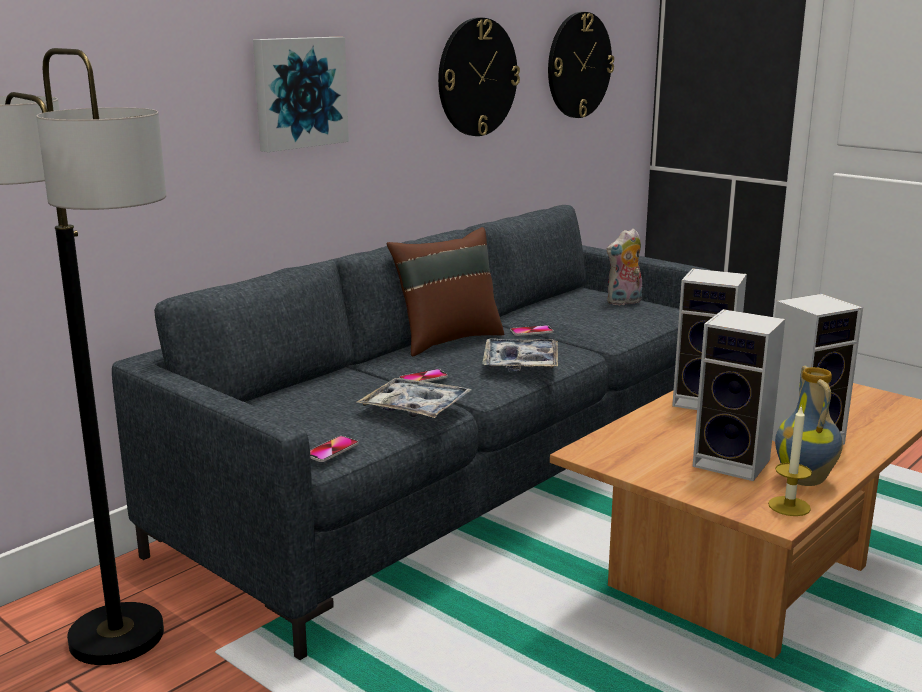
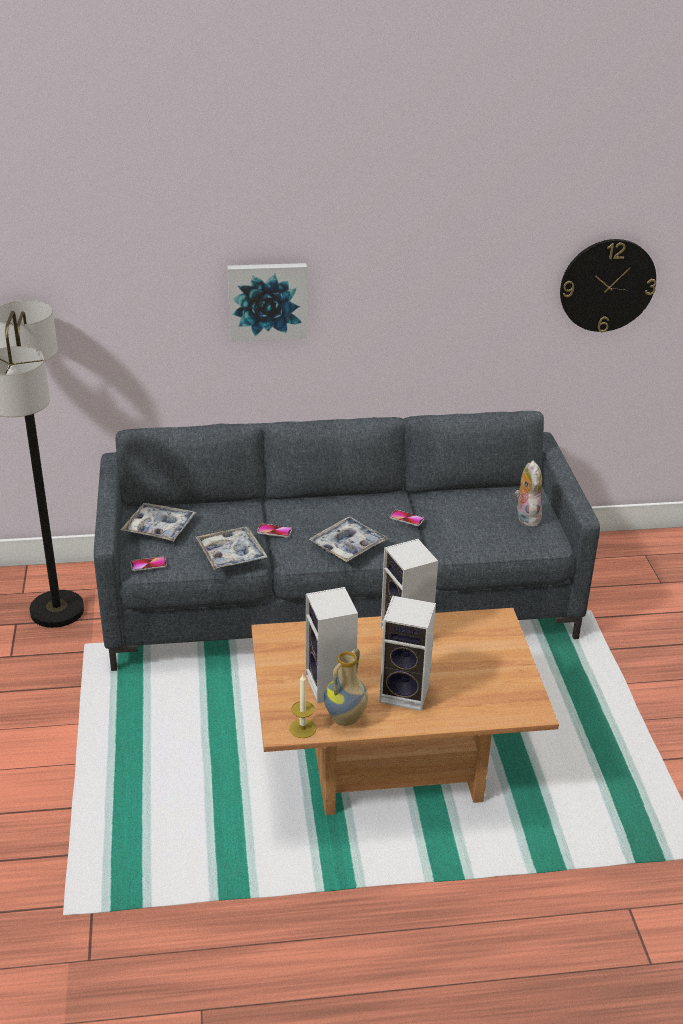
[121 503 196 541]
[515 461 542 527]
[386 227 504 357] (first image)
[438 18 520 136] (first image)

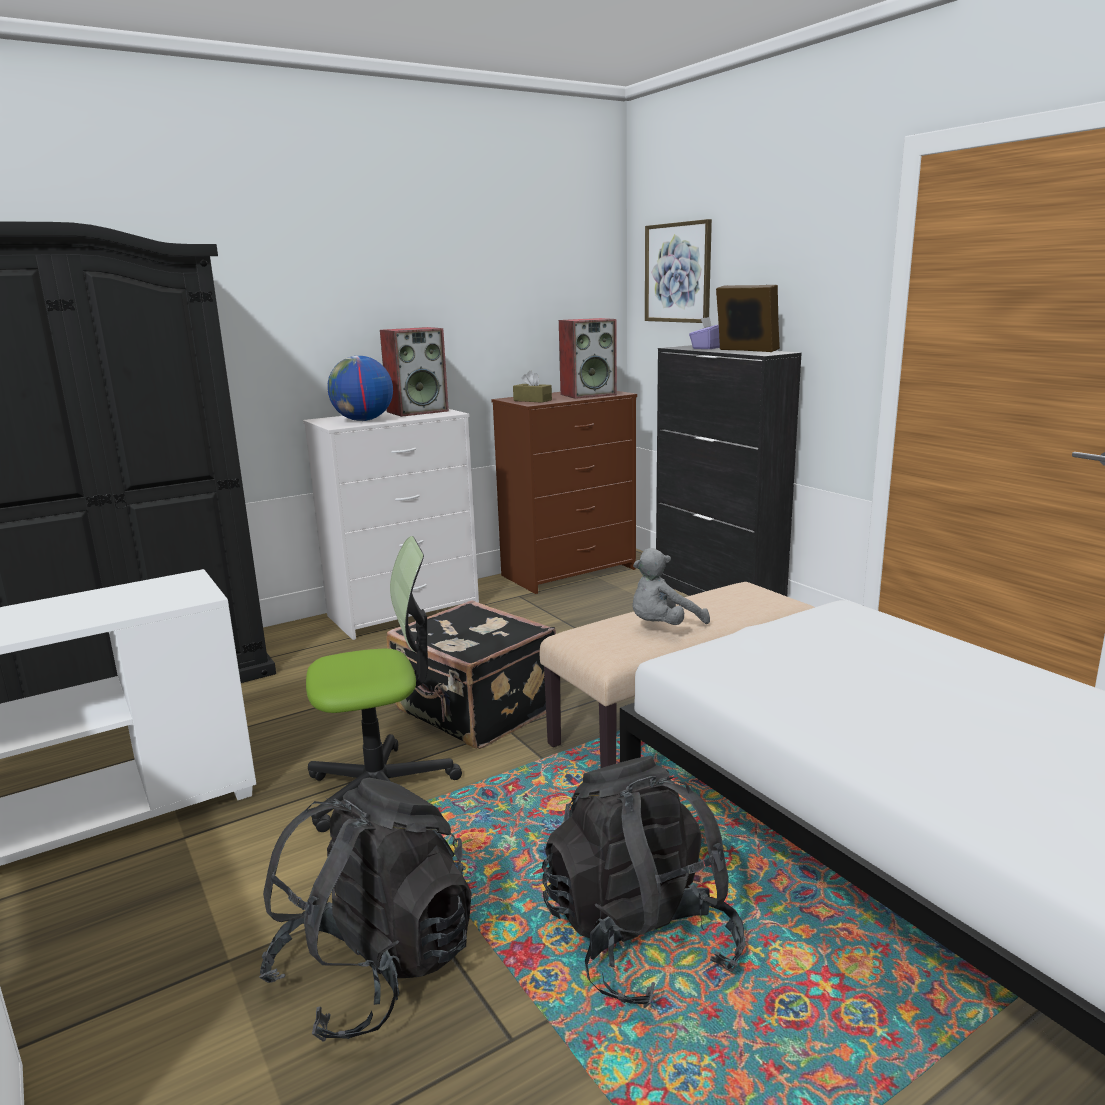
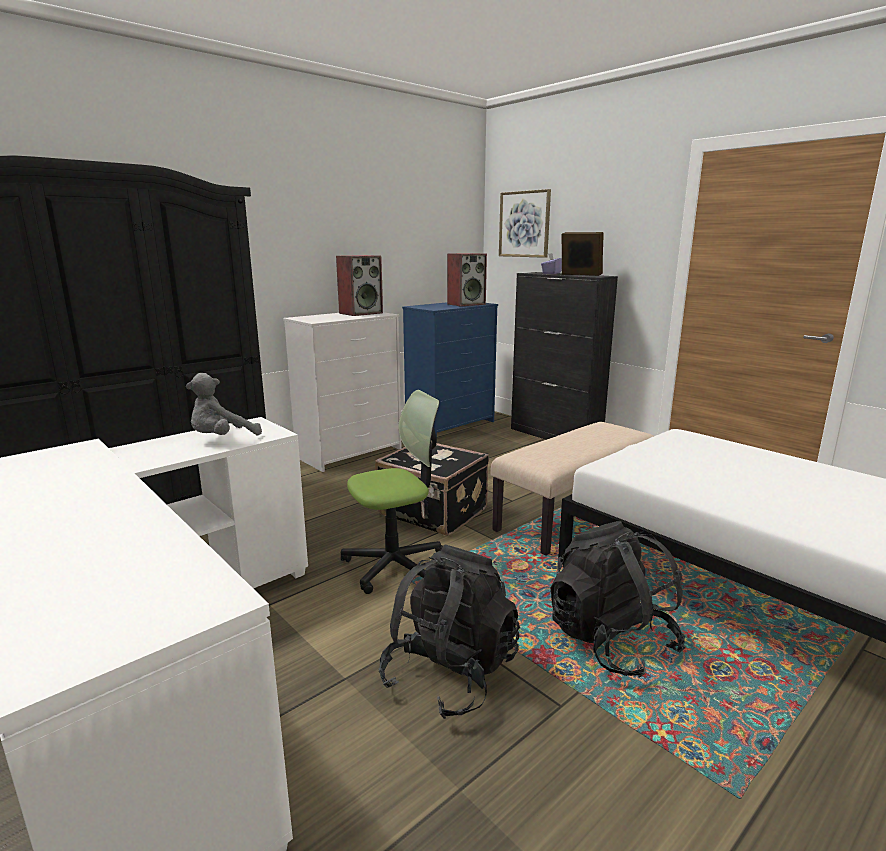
[186 373 262 435]
[402 302 498 437]
[327 356 393 421] (first image)
[513 371 552 403] (first image)

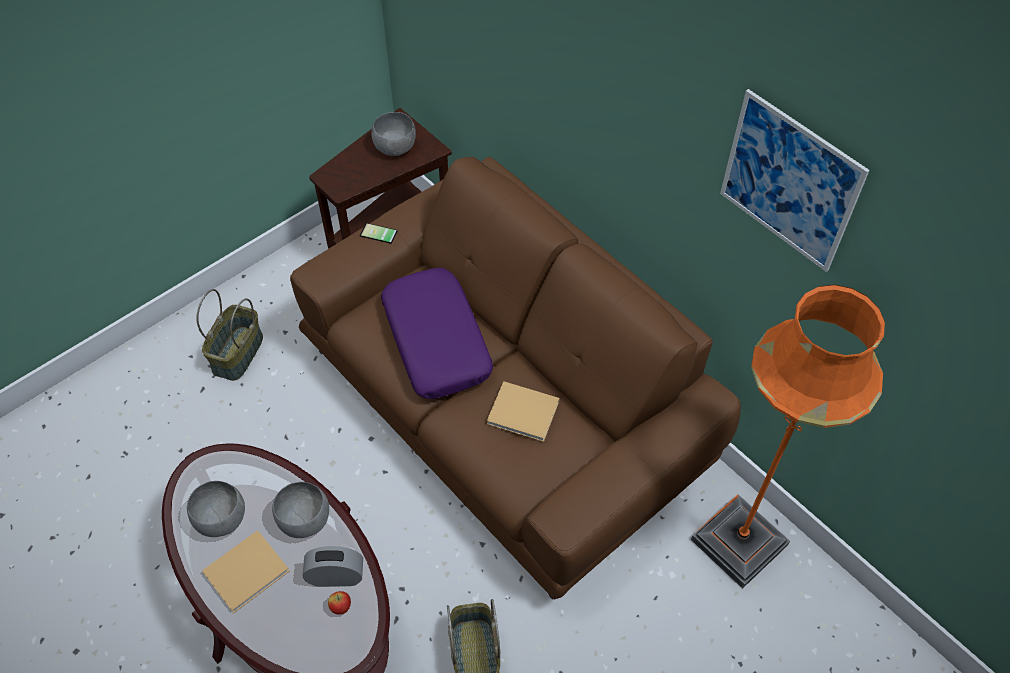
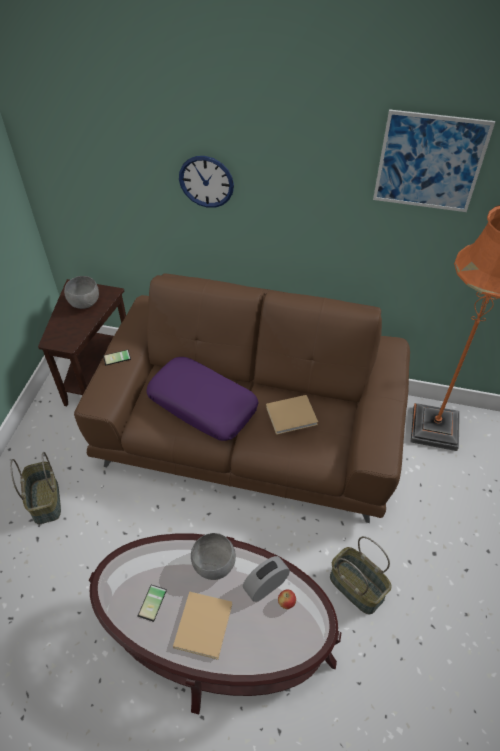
[138 585 167 622]
[179 156 234 208]

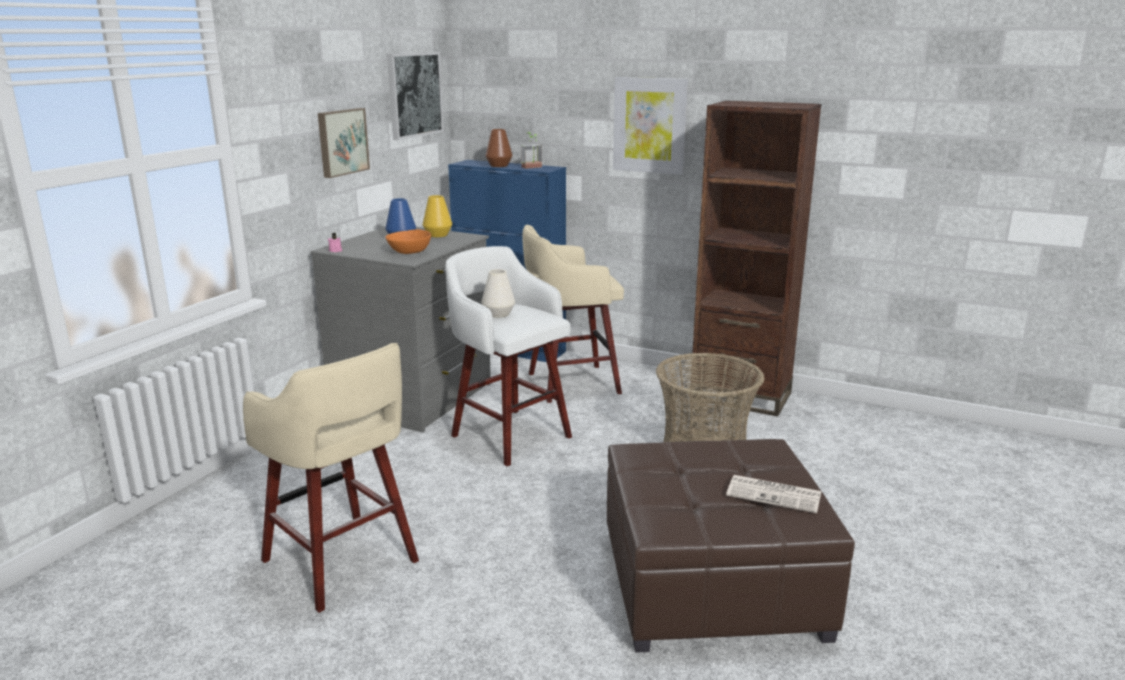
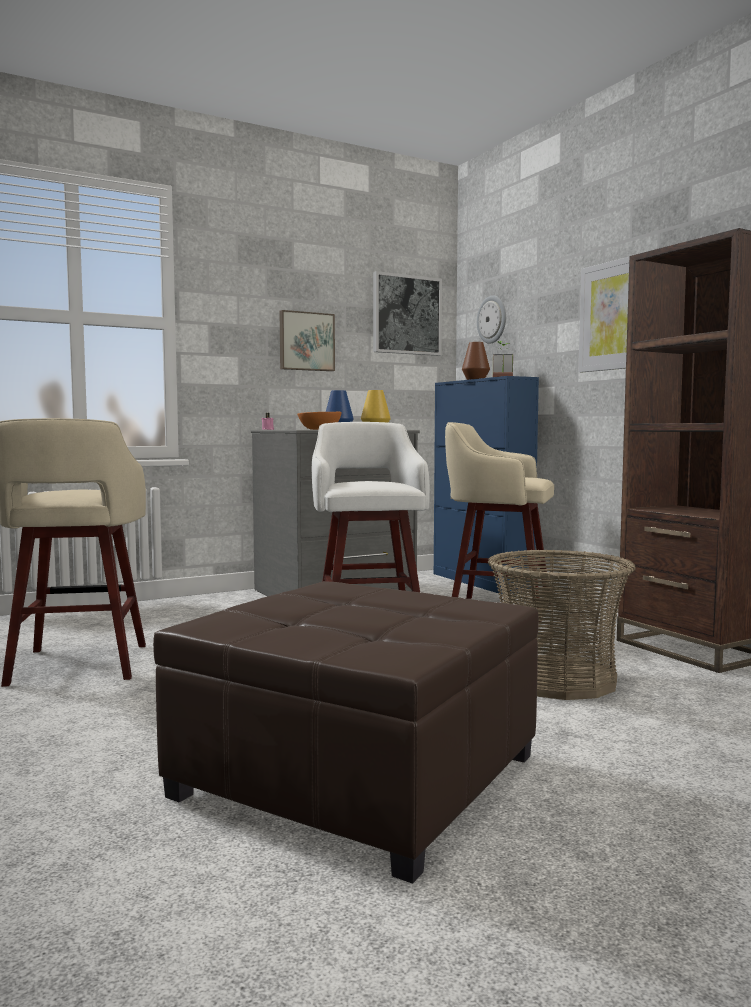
[477 295 506 344]
[482 269 515 318] (first image)
[726 475 821 513] (first image)

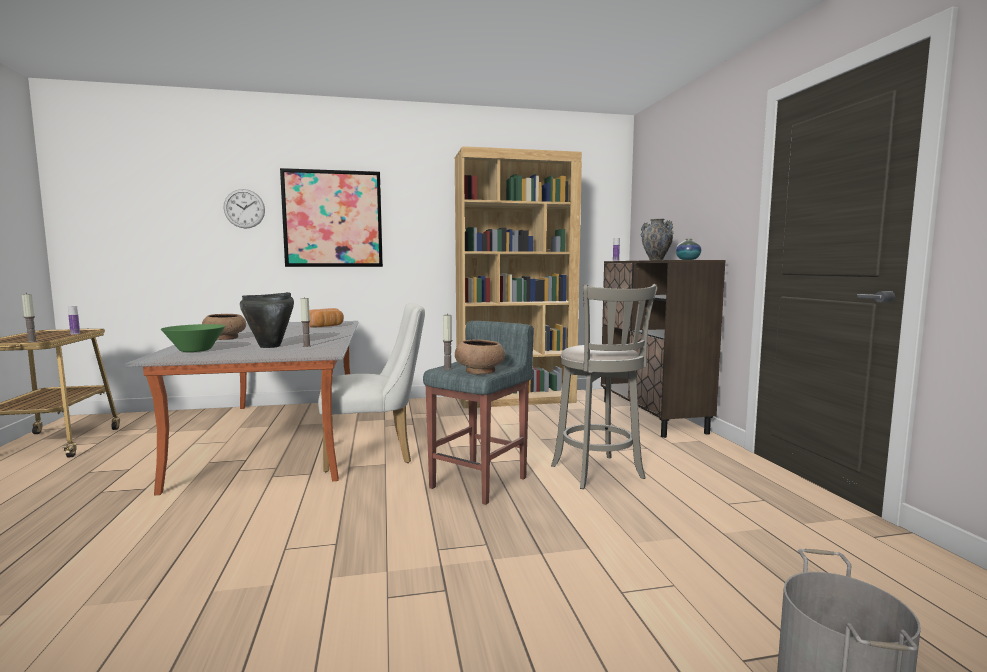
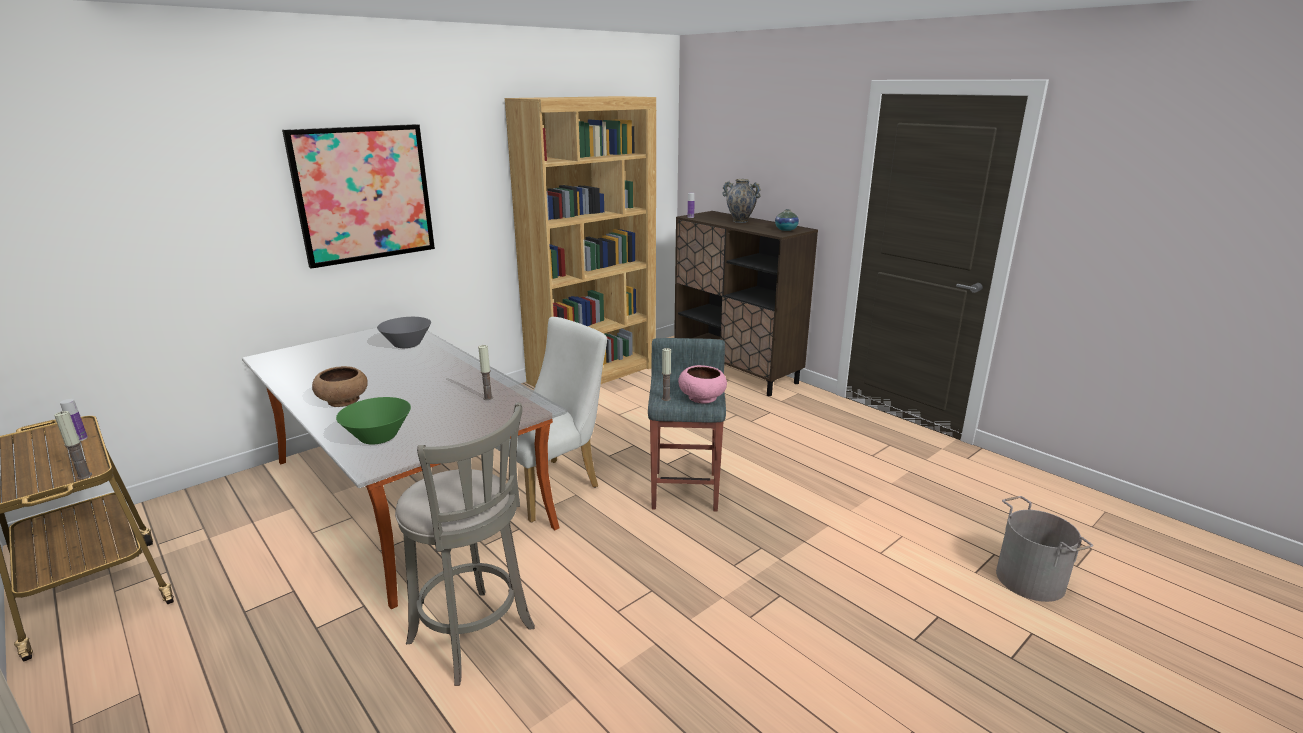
[377 317 431 348]
[395 402 535 686]
[678 365 727 404]
[223 189 265 229] (first image)
[240 292 294 348] (first image)

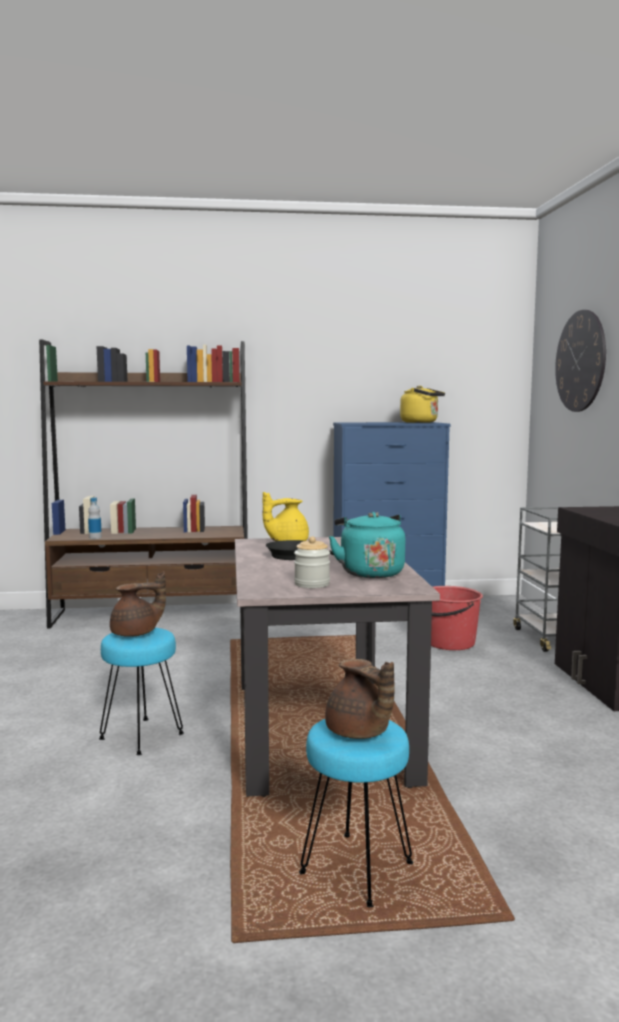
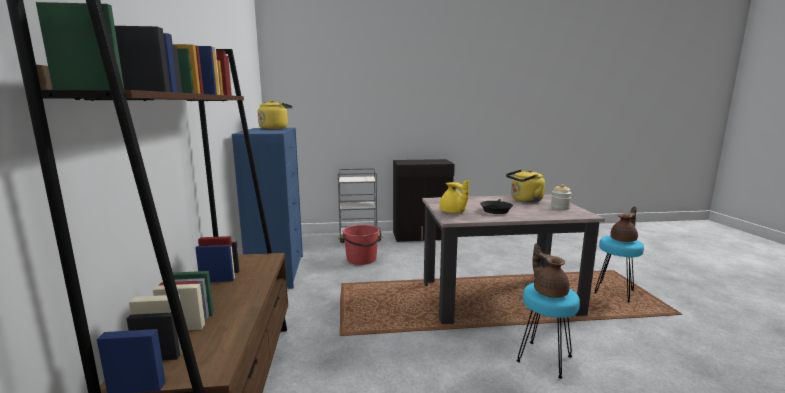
[506 170 545 202]
[88 497 102 539] (first image)
[555 310 606 412] (first image)

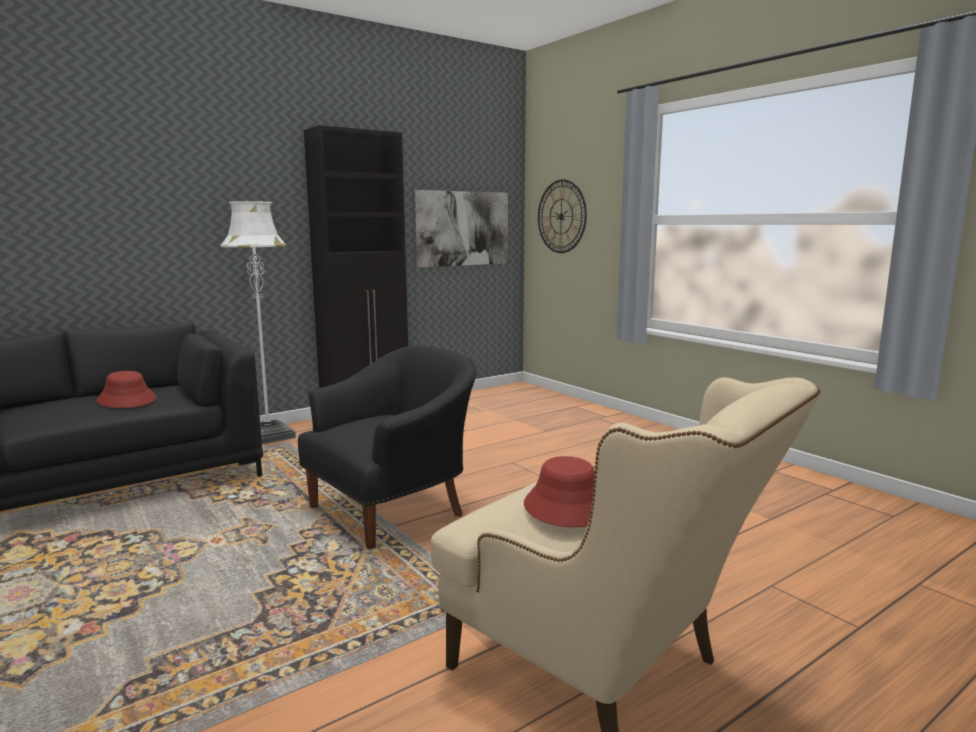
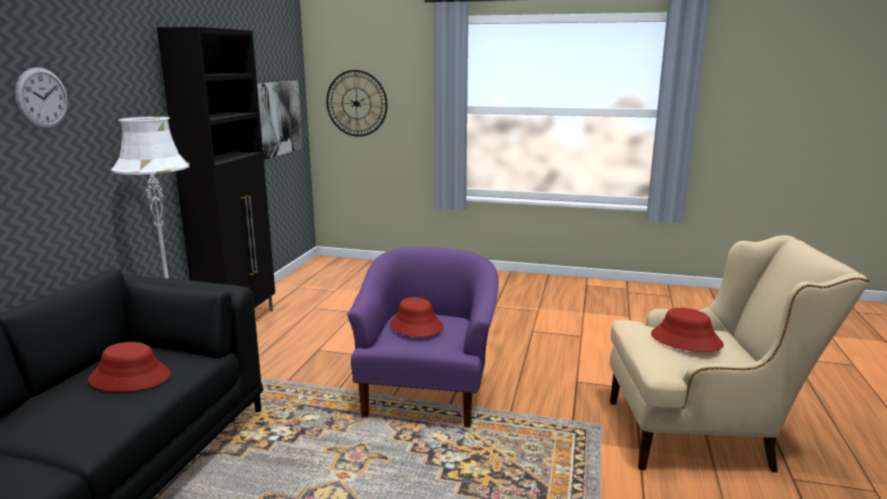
[15 67 68 129]
[347 247 499 427]
[390 297 443 337]

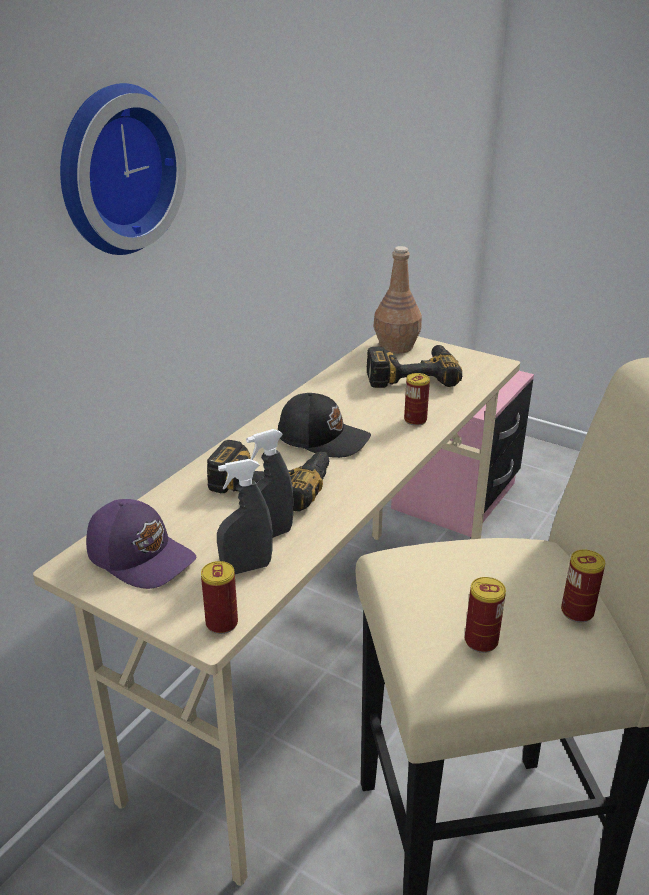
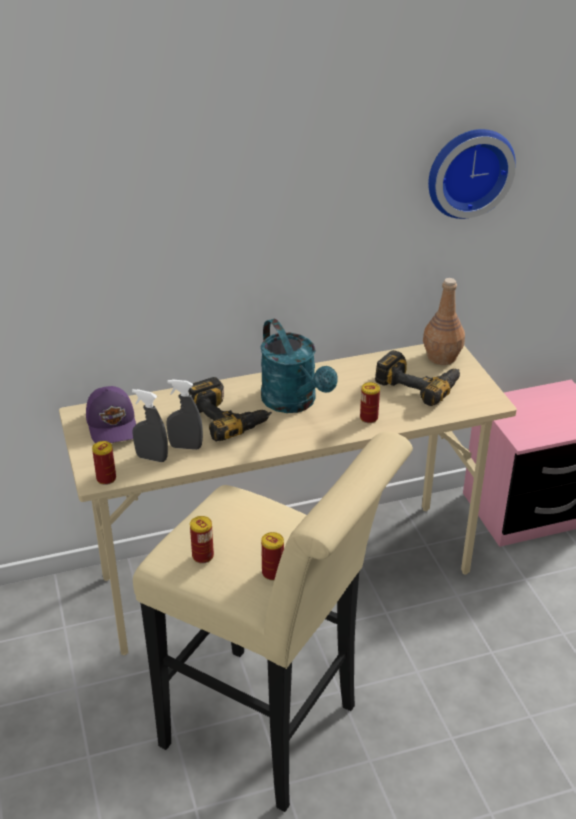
[260 319 338 413]
[428 129 516 219]

